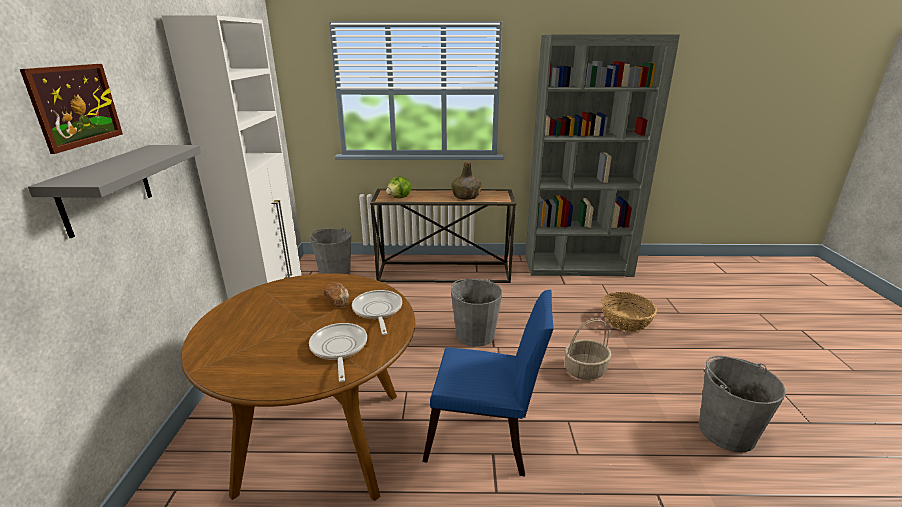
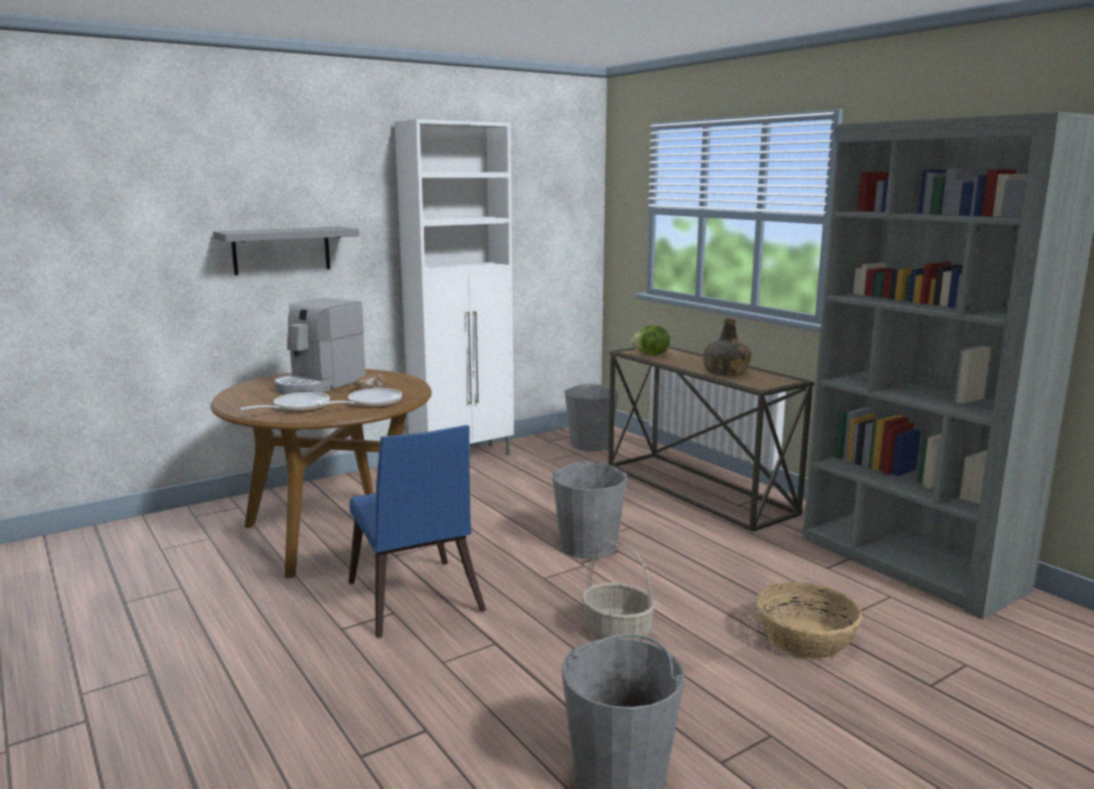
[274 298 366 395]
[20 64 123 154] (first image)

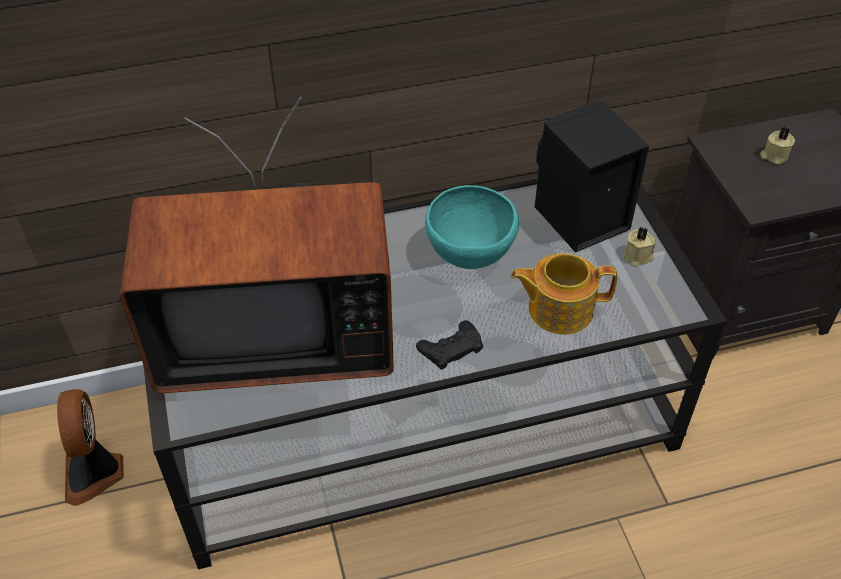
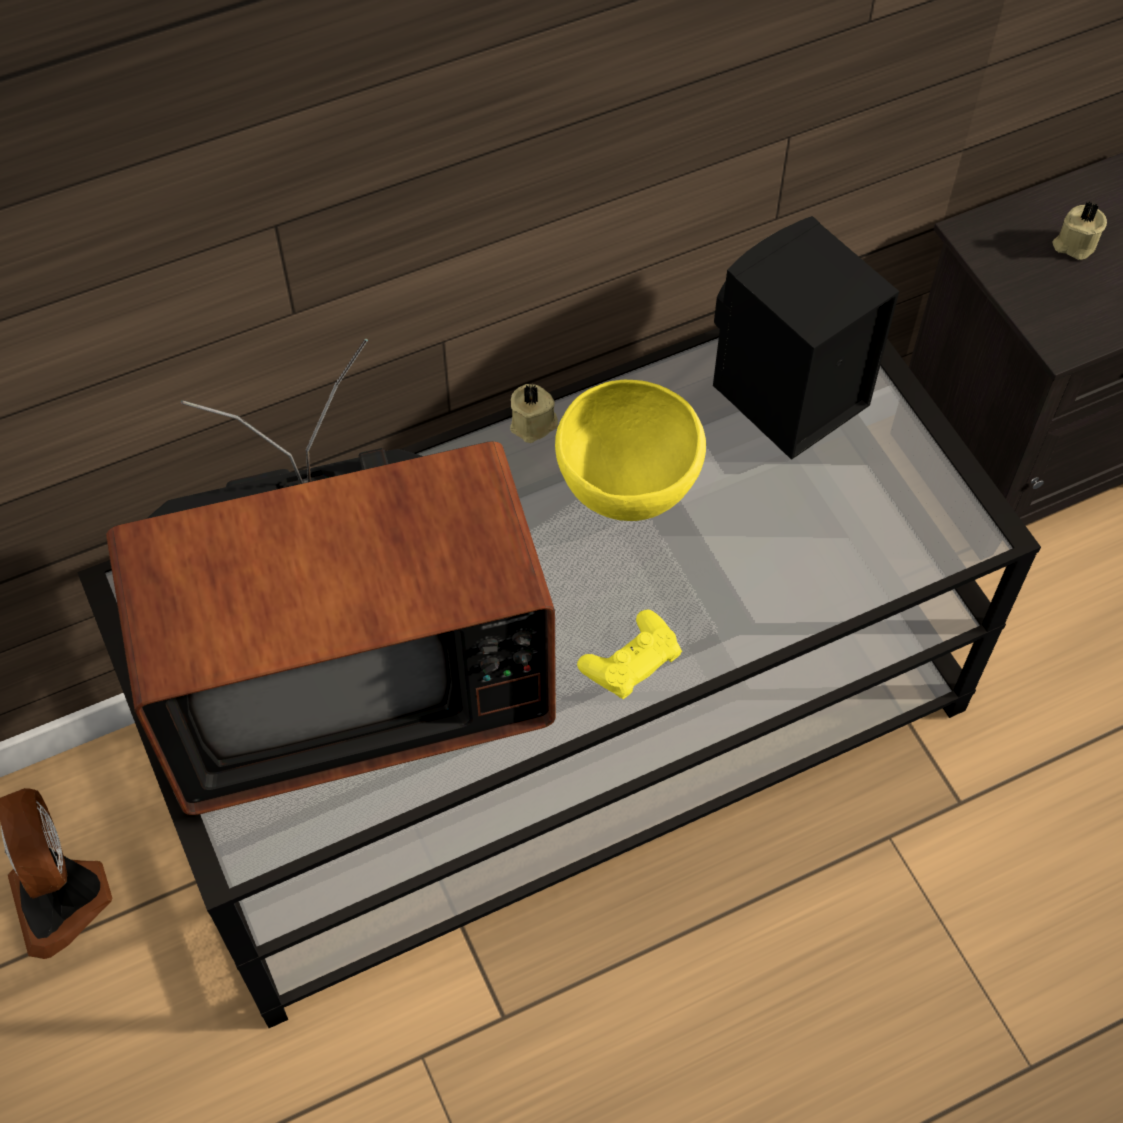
[510 384 558 443]
[555 380 706 521]
[577 610 682 699]
[511 253 617 334] (first image)

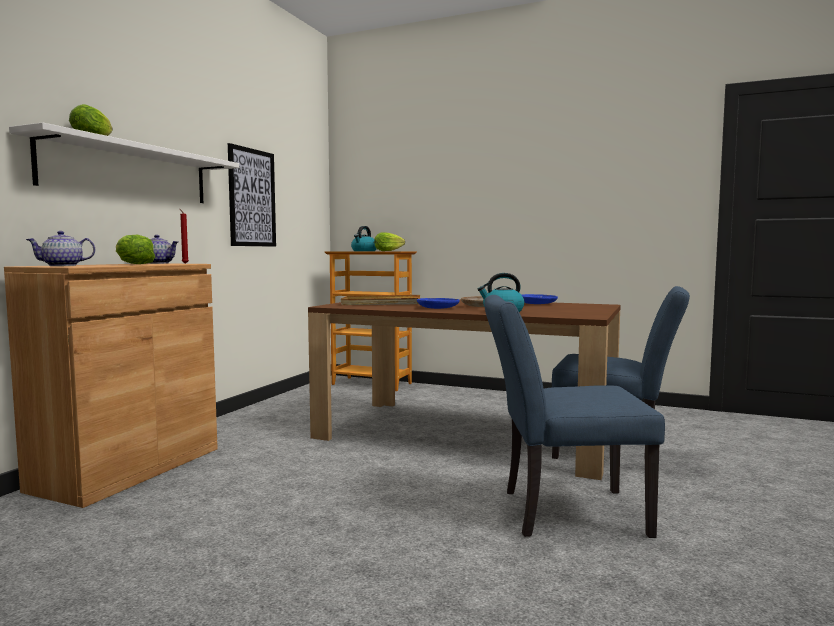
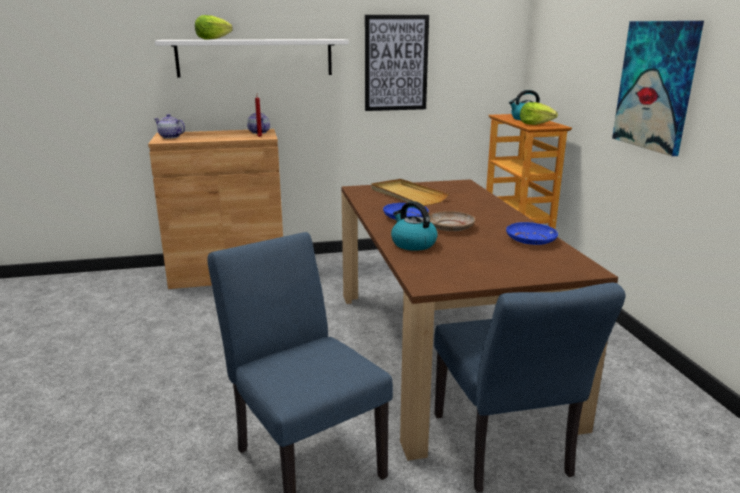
[612 21 704 156]
[116 235 155 264] (first image)

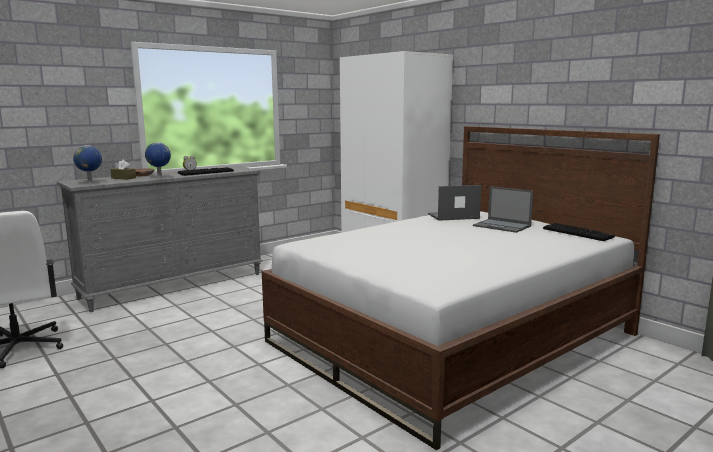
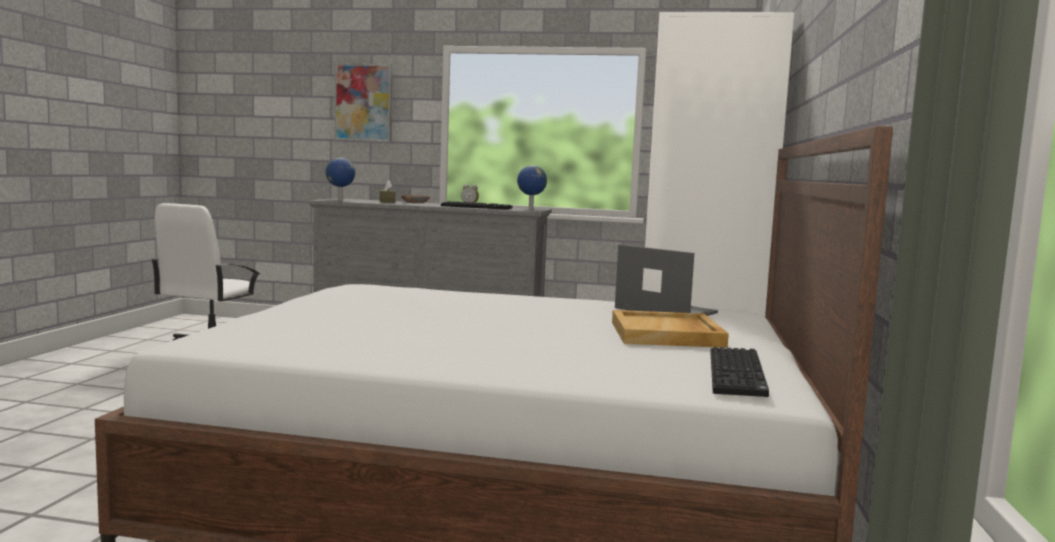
[334 63 392 142]
[517 165 547 210]
[612 310 729 348]

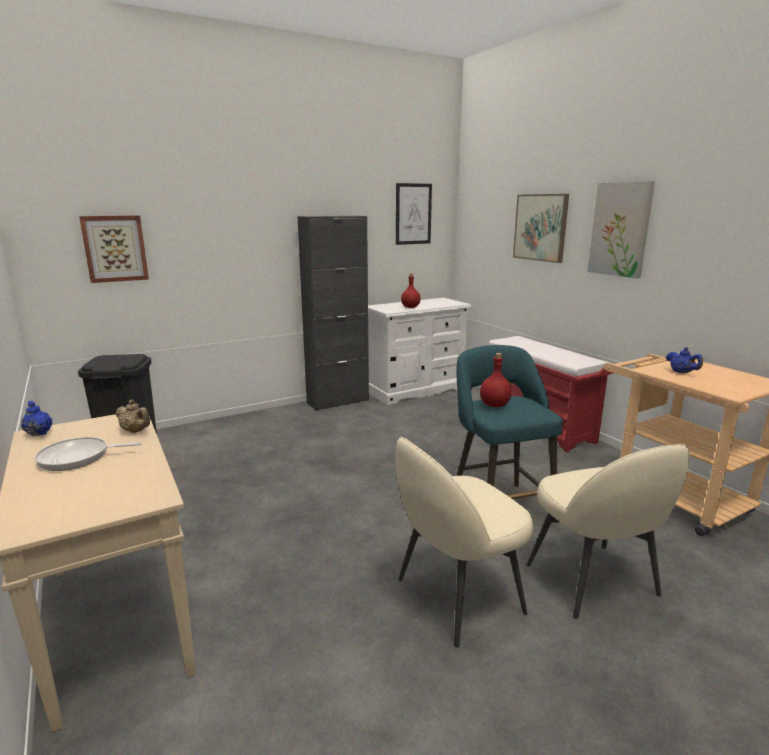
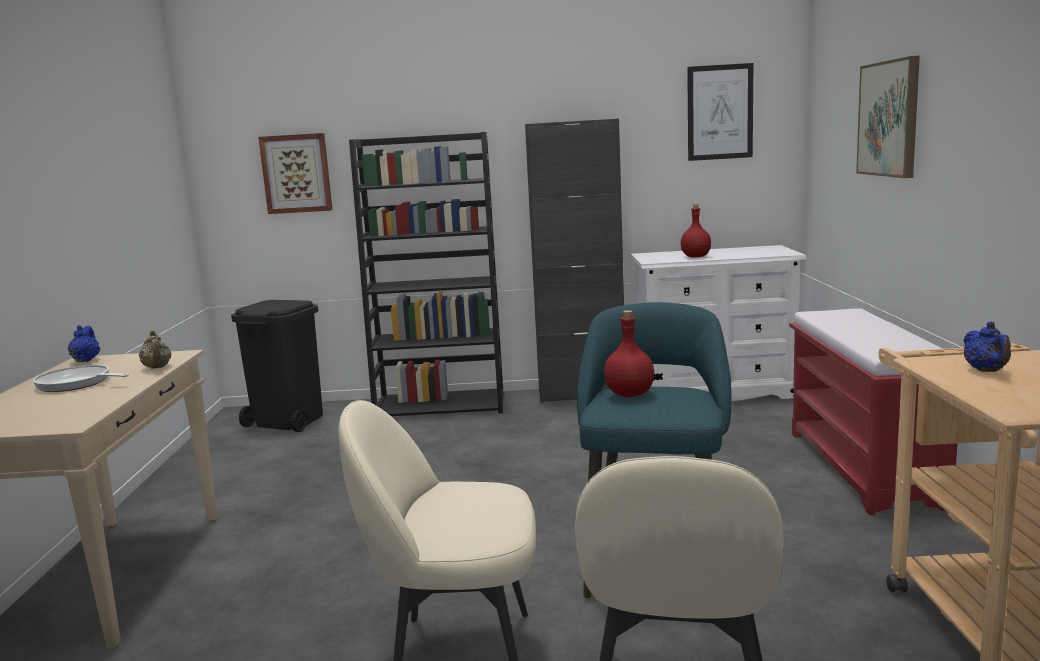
[349 132 503 416]
[587 181 655 278] (first image)

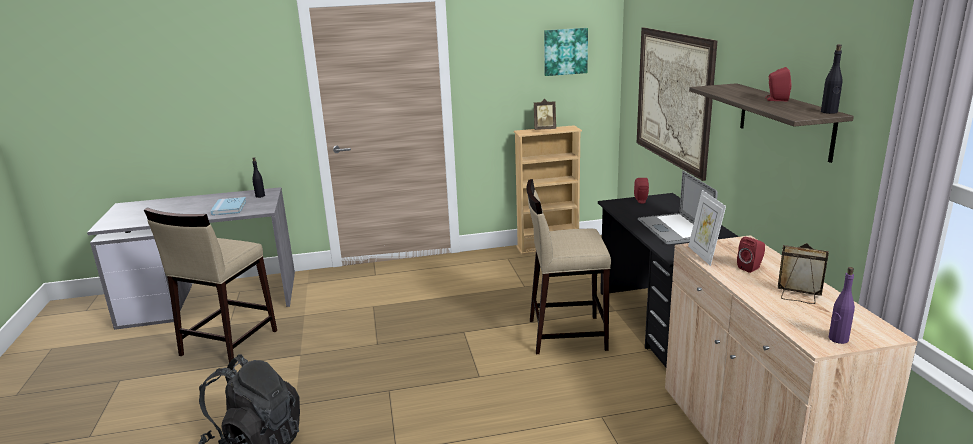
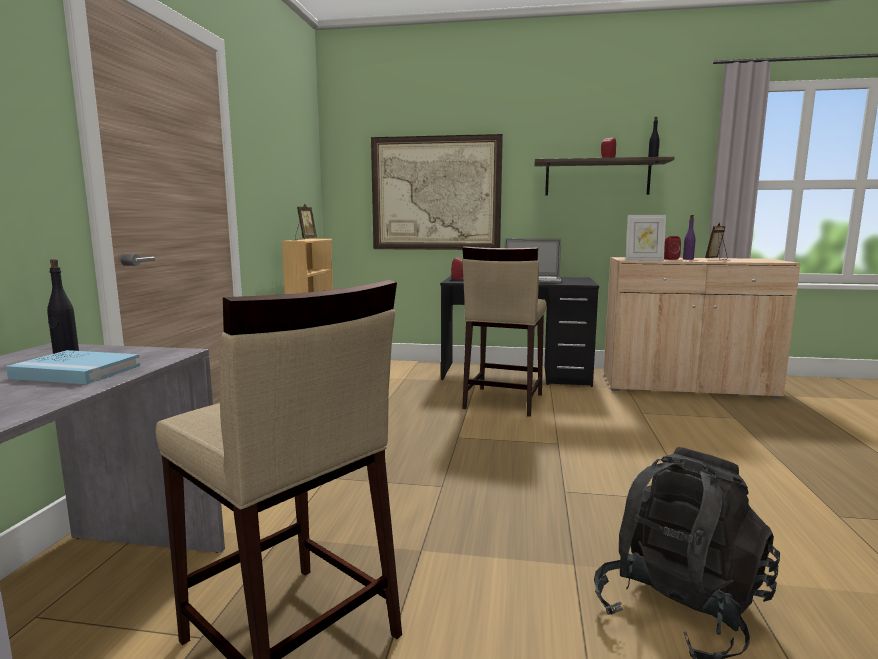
[683 215 696 260]
[544 28 588 76] (first image)

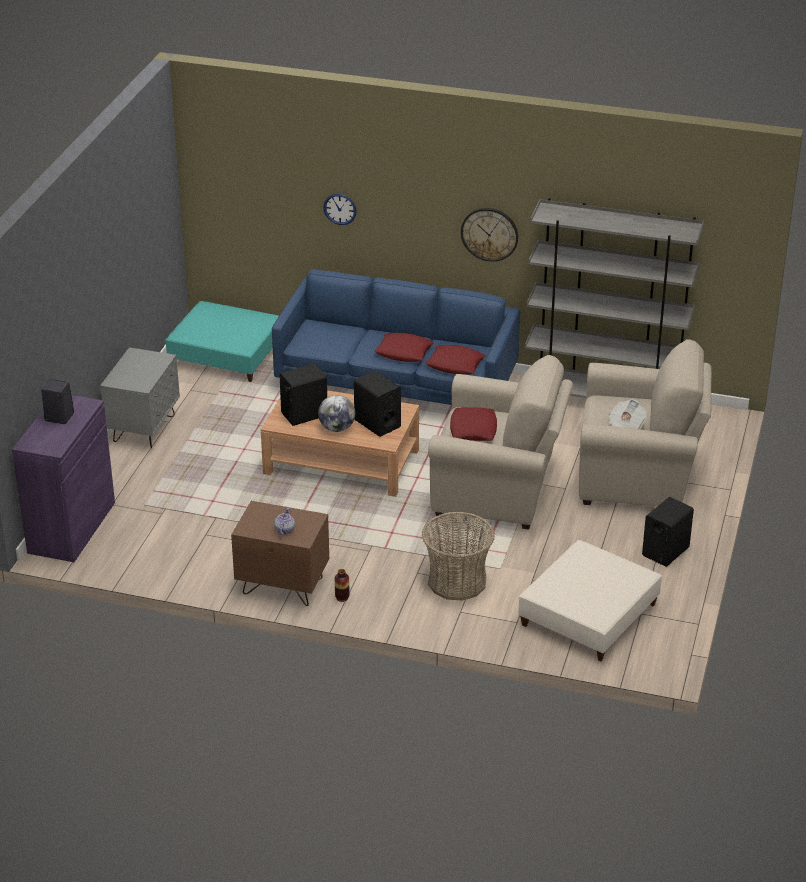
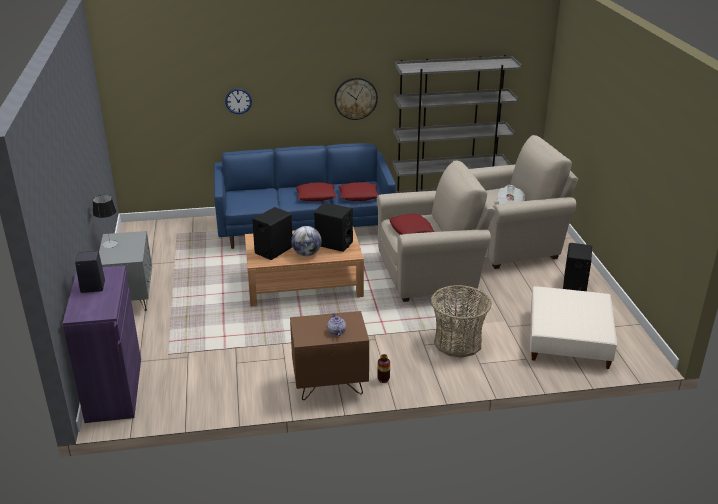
[93 195 118 248]
[165 301 279 382] (first image)

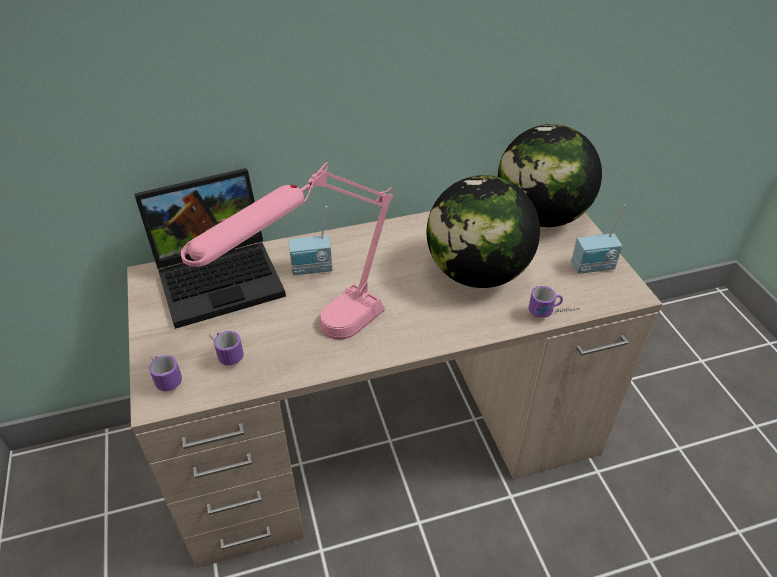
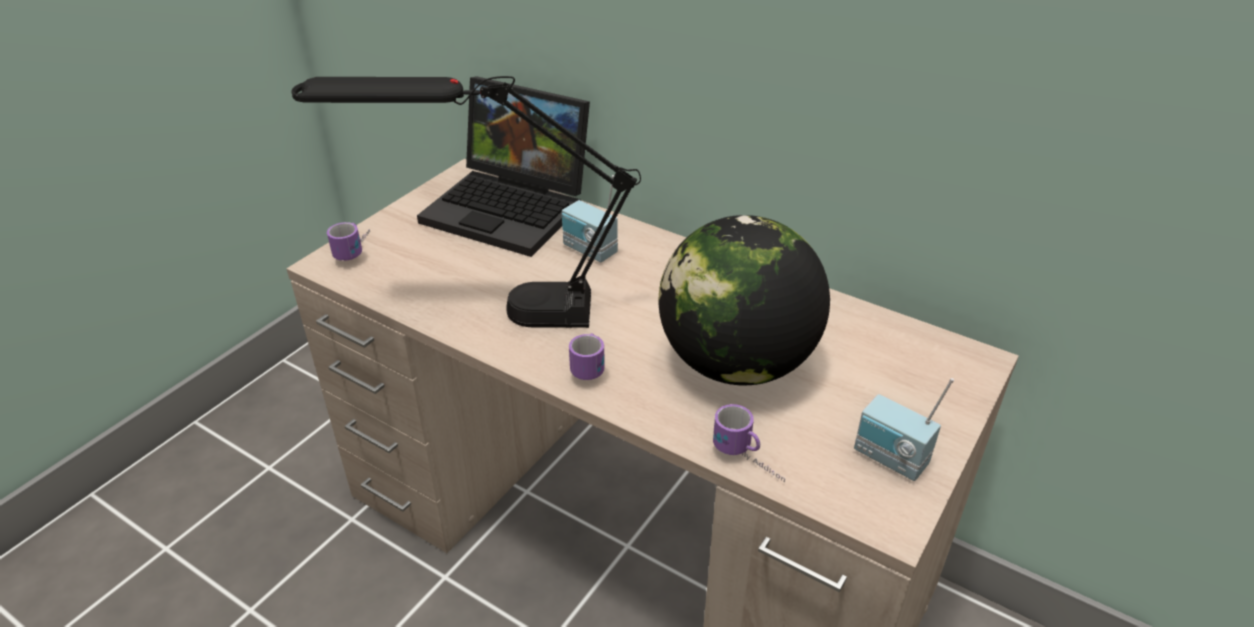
[292 76 641 328]
[569 333 605 380]
[498 124 602 227] (first image)

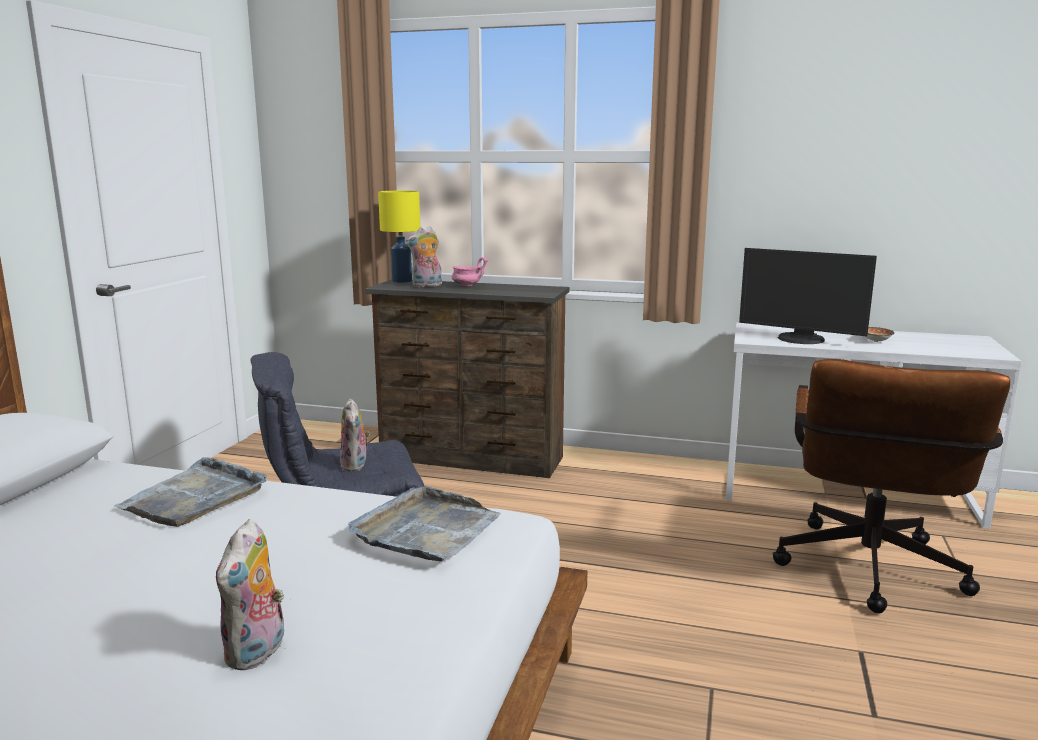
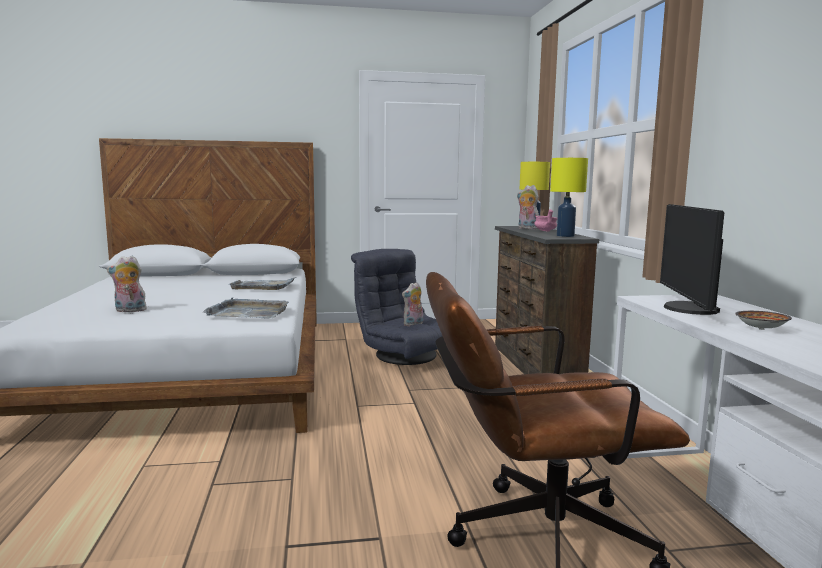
[550 158 588 237]

